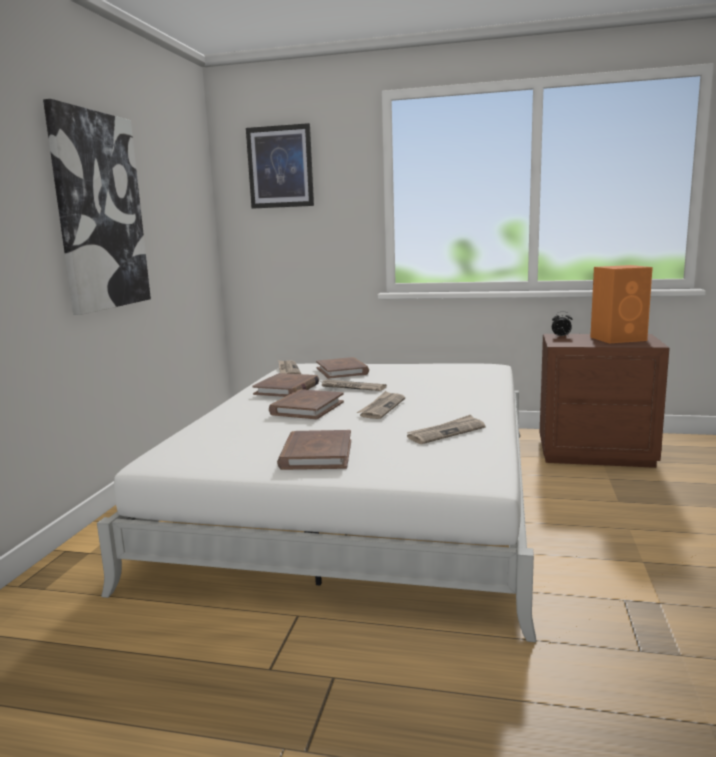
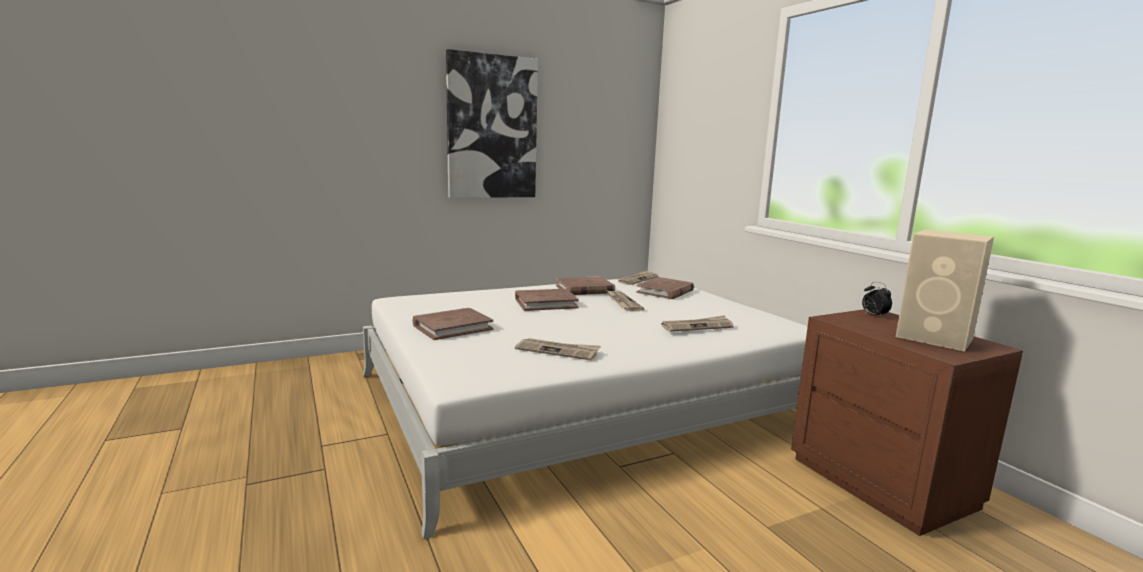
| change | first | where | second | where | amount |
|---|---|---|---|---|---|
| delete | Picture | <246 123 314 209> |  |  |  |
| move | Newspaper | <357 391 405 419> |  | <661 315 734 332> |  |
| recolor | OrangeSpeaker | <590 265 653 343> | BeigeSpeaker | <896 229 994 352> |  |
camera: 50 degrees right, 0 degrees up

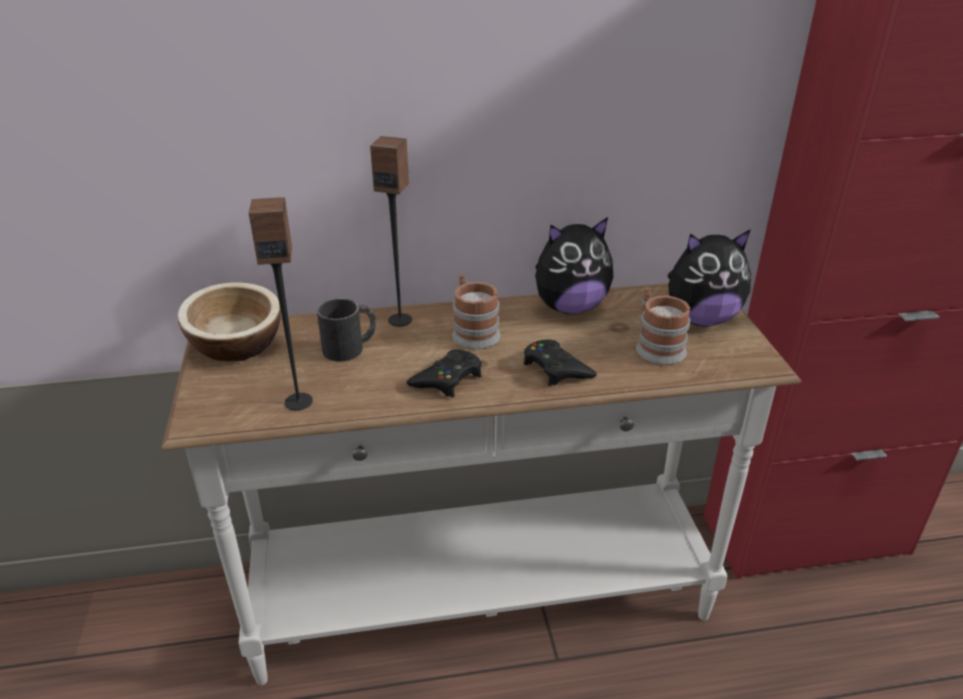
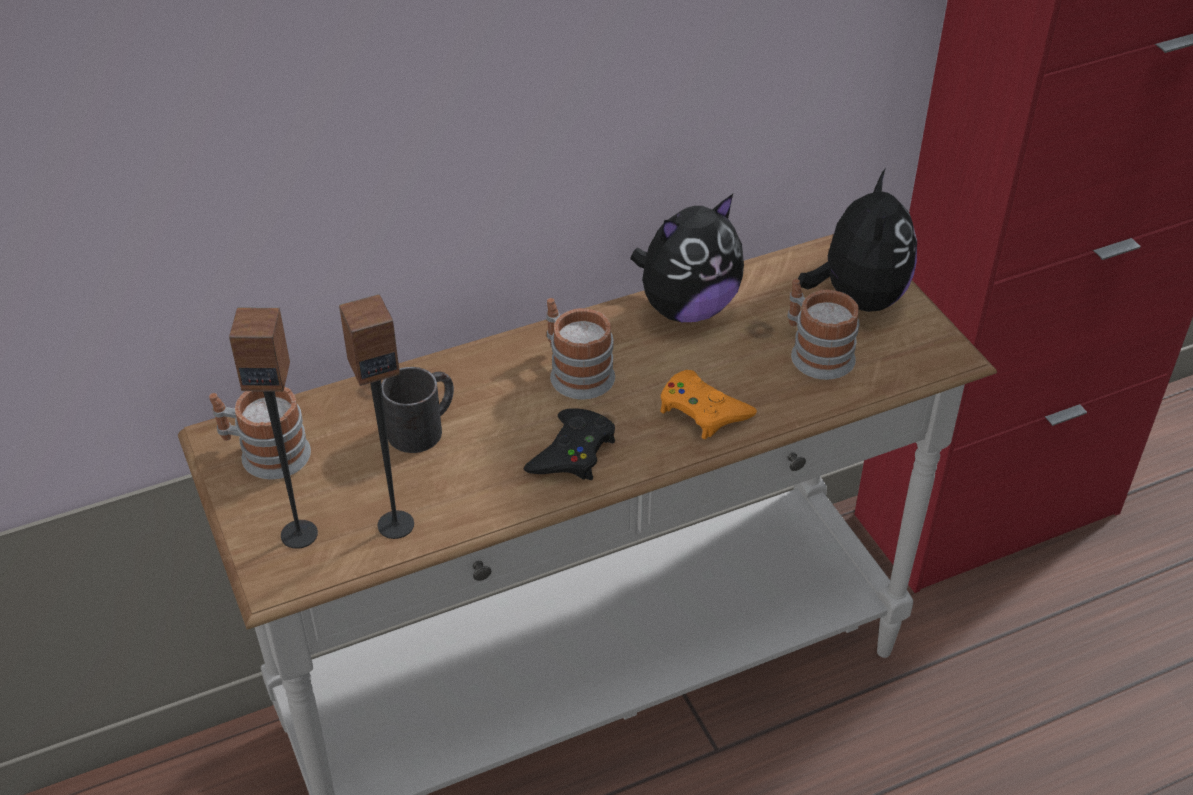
| change | first | where | second | where | amount |
|---|---|---|---|---|---|
| move | Speaker | <370 136 412 327> |  | <229 307 318 549> |  |
| replace | Bowl | <177 282 281 361> | Mug | <209 387 311 479> |  |
| recolor | BlackGameController | <523 339 597 386> | OrangeGameController | <660 370 757 439> |  |
| rotate | PlushToy | <667 229 751 326> |  | <798 168 917 312> | 60 degrees counterclockwise |
camera: 15 degrees left, 10 degrees up

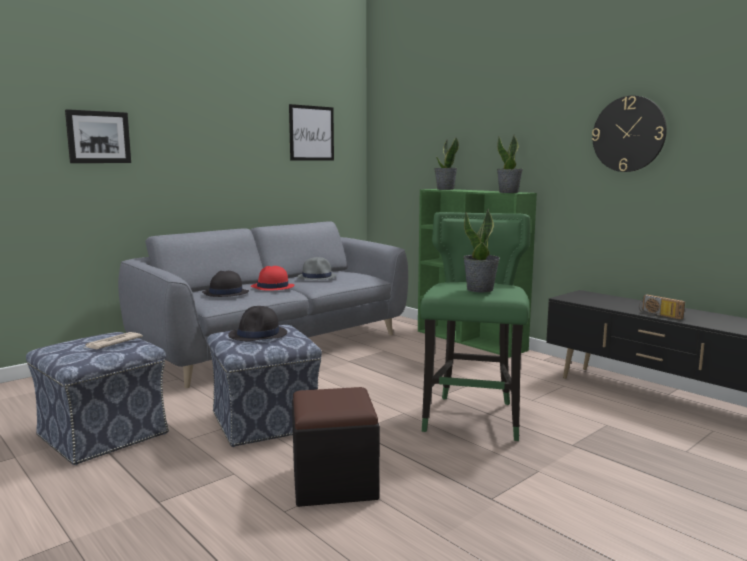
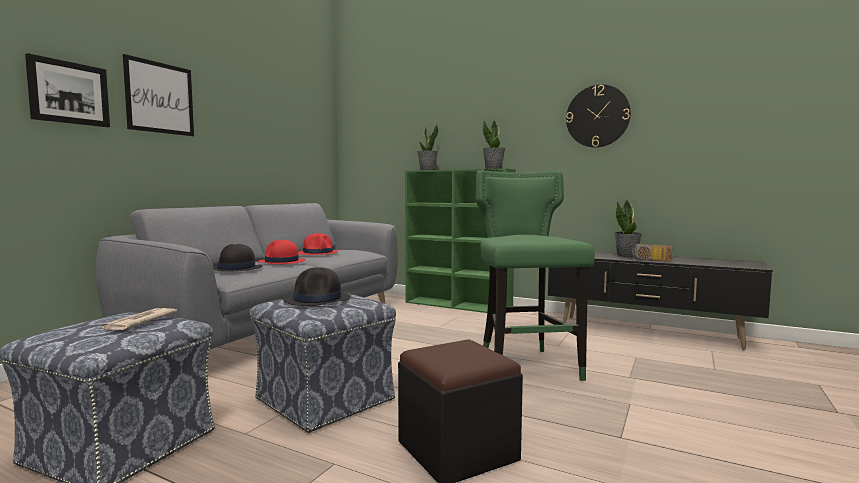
| change | first | where | second | where | amount |
|---|---|---|---|---|---|
| move | Picture | <289 104 334 161> |  | <123 54 194 136> |  |
| move | PottedPlant | <463 209 500 292> |  | <614 199 642 257> |  |
| recolor | GreyHat | <297 257 337 280> | RedHat | <298 233 339 255> |  |
camera: 20 degrees left, 5 degrees down

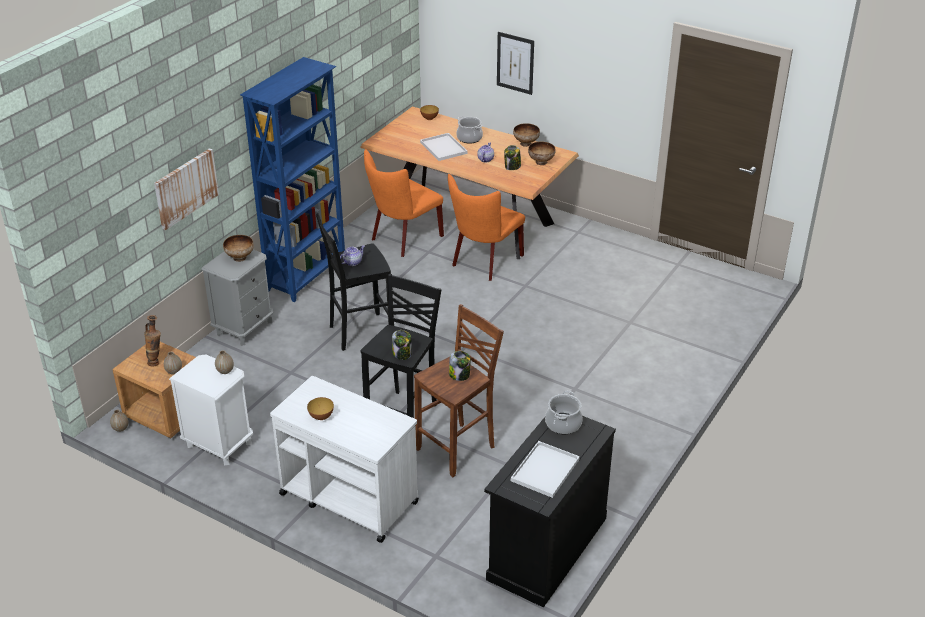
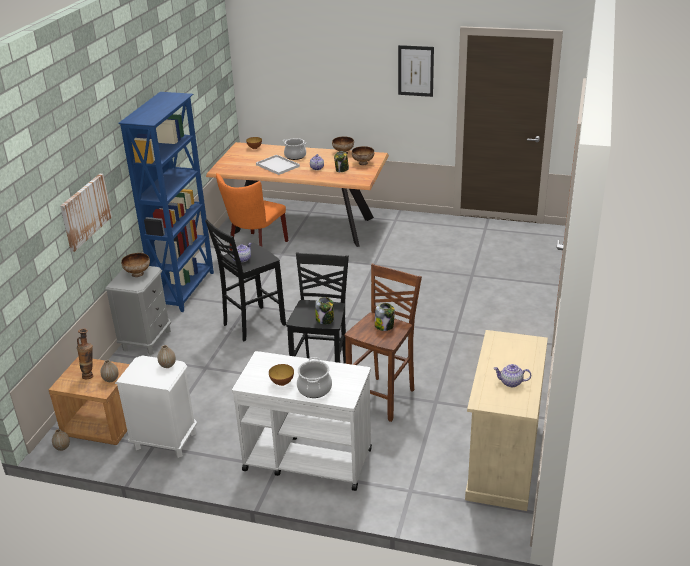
| change | first | where | second | where | amount |
|---|---|---|---|---|---|
| delete | OrangeChair | <448 174 525 281> |  |  |  |
| move | Picture | <497 32 534 95> |  | <398 45 434 97> |  |
| move | CookingPot | <545 391 583 434> |  | <297 357 332 398> |  |
| replace | WhiteTray | <511 441 580 498> | Teapot | <493 364 531 387> |  |
| recolor | BlackCabinet | <484 416 616 608> | BeigeCabinet | <465 330 548 511> |  |
camera: 15 degrees left, 5 degrees down

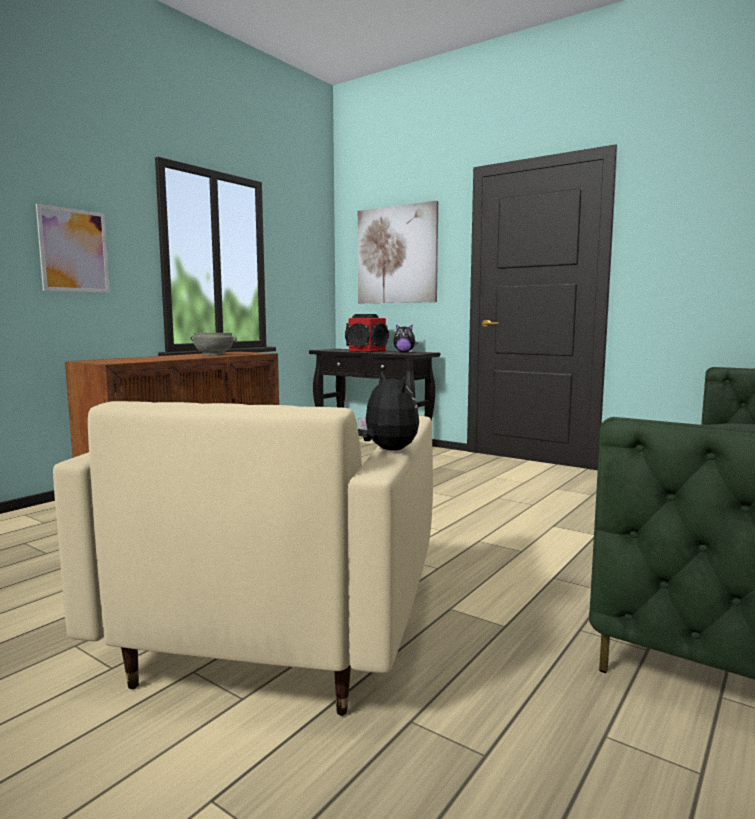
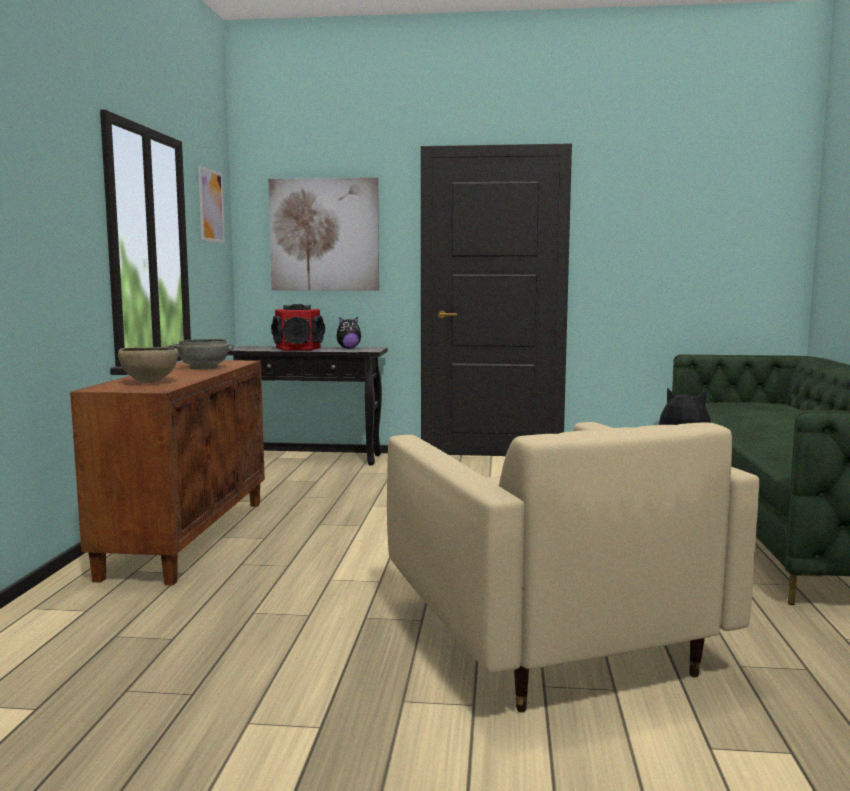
| change | first | where | second | where | amount |
|---|---|---|---|---|---|
| insert |  |  | BrownBowl | <118 347 178 383> |  |
| move | Picture | <36 204 110 293> |  | <198 166 225 243> |  |
camera: 30 degrees left, 0 degrees up

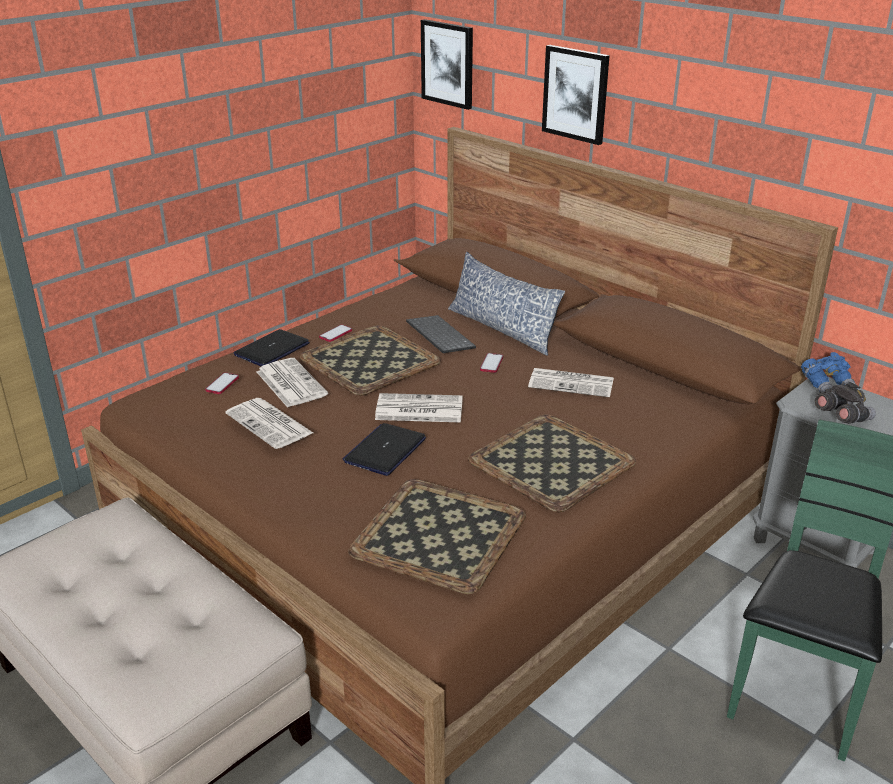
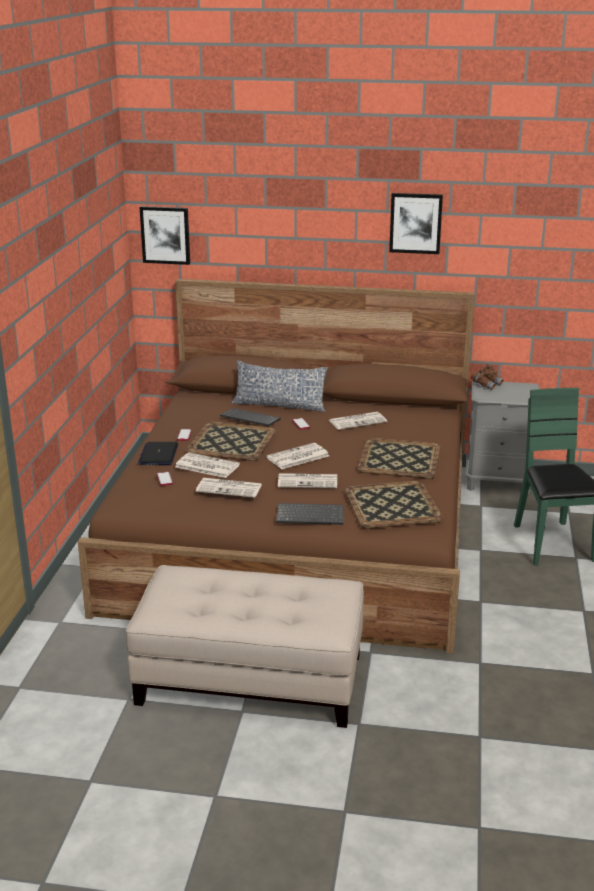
| change | first | where | second | where | amount |
|---|---|---|---|---|---|
| delete | GreyBinoculars | <815 382 876 424> |  |  |  |
| insert |  |  | Keyboard | <276 503 344 525> |  |
| move | Picture | <542 45 610 145> |  | <389 193 443 254> |  |
| replace | Laptop | <343 423 426 476> | Newspaper | <278 473 337 488> |  |
| recolor | BlueBinoculars | <801 352 858 393> | BrownBinoculars | <471 364 503 390> |  |
camera: 35 degrees left, 5 degrees down

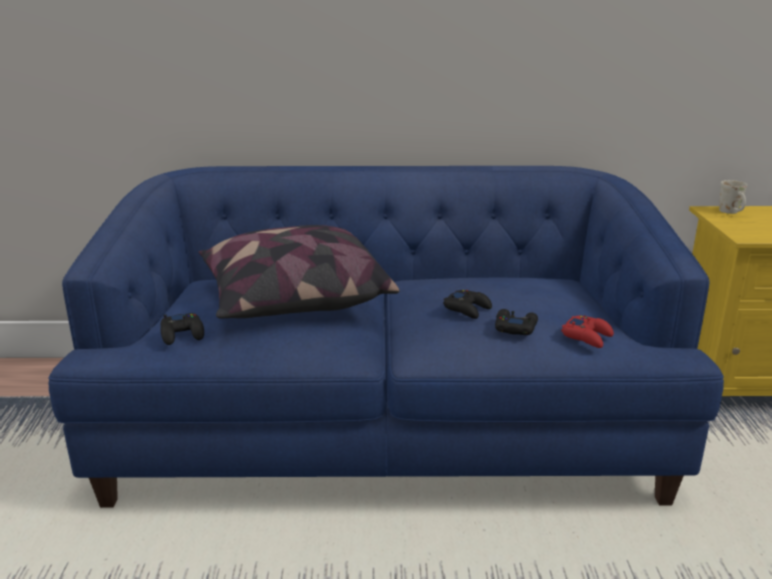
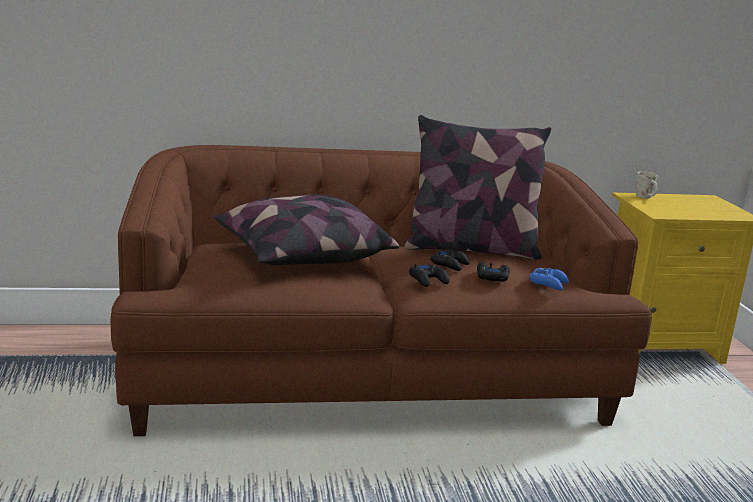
| change | first | where | second | where | amount |
|---|---|---|---|---|---|
| insert |  |  | Pillow | <404 115 551 260> |  |
| move | BlackGameController | <160 313 204 345> |  | <409 264 450 287> |  |
| recolor | BlueSofa | <48 166 724 508> | BrownSofa | <110 145 652 436> |  |
| recolor | RedGameController | <561 316 614 348> | BlueGameController | <529 268 569 290> |  |
camera: 10 degrees left, 5 degrees down

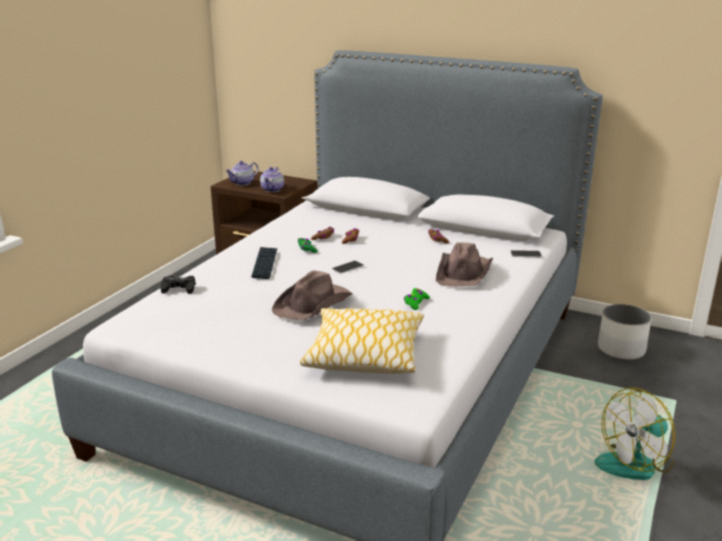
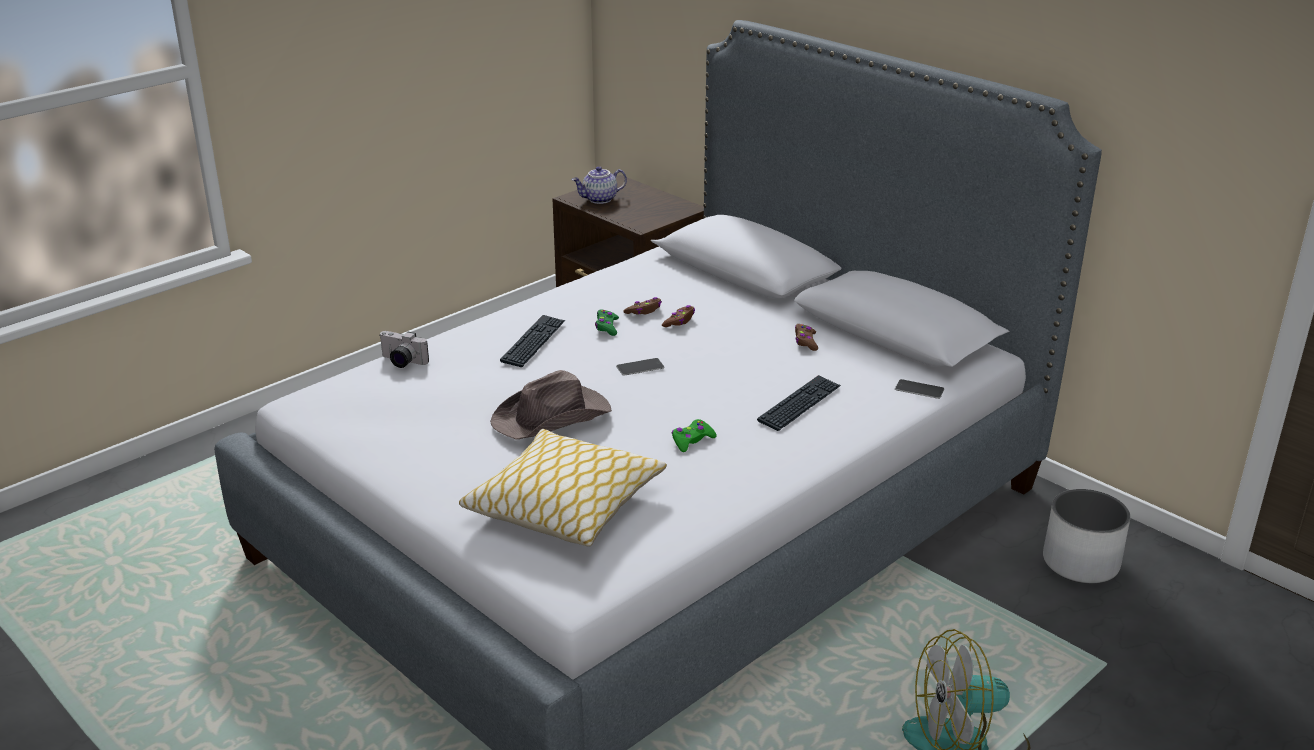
| change | first | where | second | where | amount |
|---|---|---|---|---|---|
| delete | Teapot | <260 167 284 192> |  |  |  |
| replace | BlackGameController | <160 275 196 294> | PhotoCamera | <380 331 429 368> |  |
| replace | BrownHat | <436 242 493 286> | Keyboard | <757 375 841 431> |  |
camera: 20 degrees right, 5 degrees up

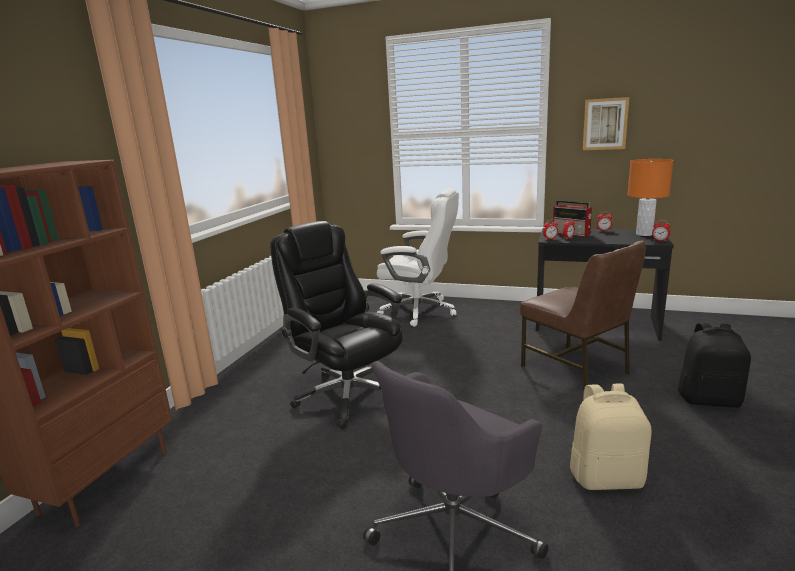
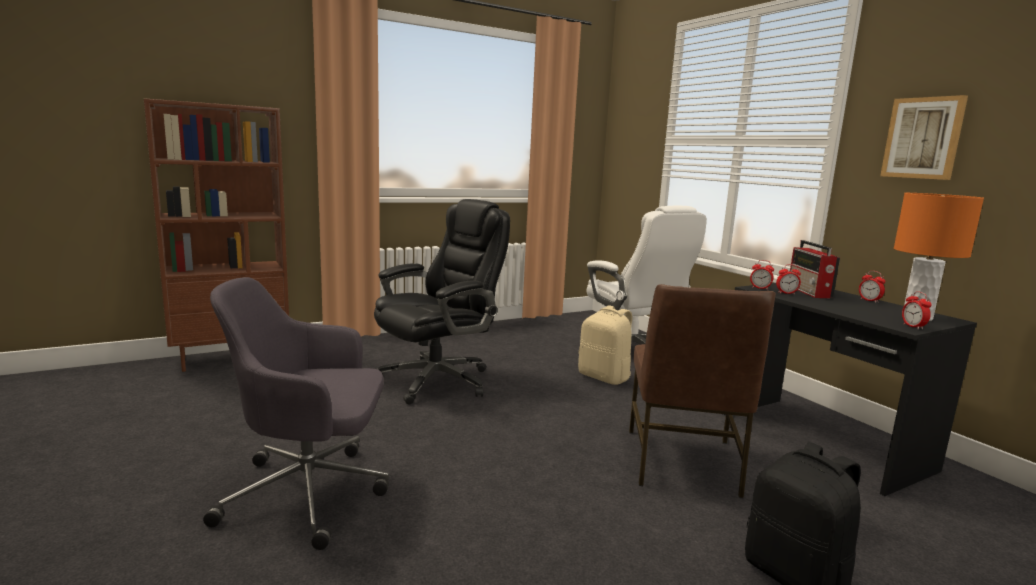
| change | first | where | second | where | amount |
|---|---|---|---|---|---|
| move | BeigeBackpack | <570 383 652 490> |  | <578 305 632 385> |  |
| rotate | BlackOfficeChair | <270 221 403 429> |  | <374 199 510 404> | 45 degrees clockwise |
camera: 40 degrees right, 5 degrees down

